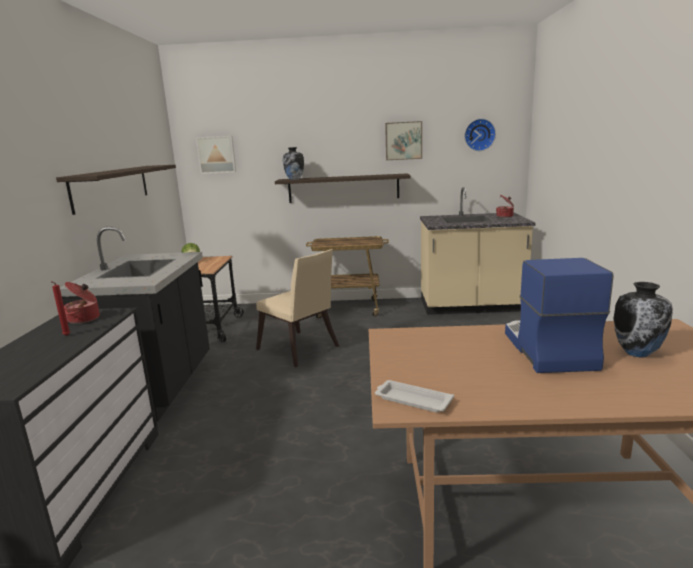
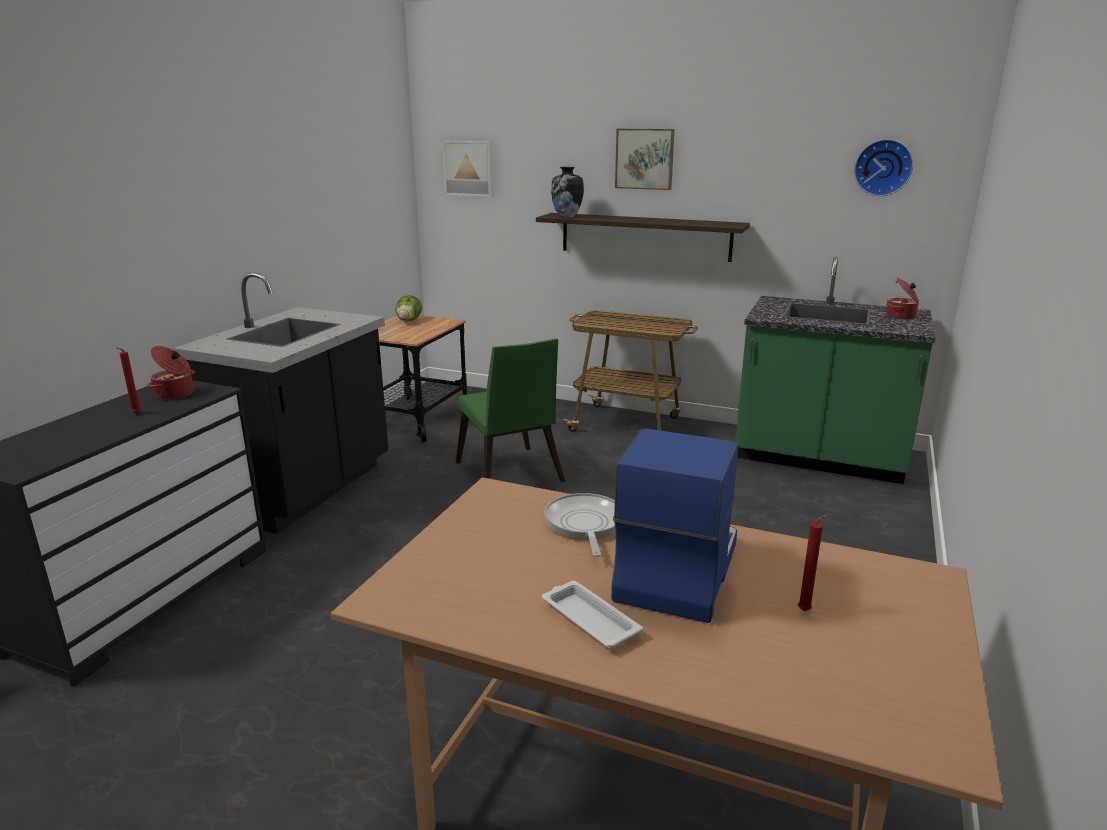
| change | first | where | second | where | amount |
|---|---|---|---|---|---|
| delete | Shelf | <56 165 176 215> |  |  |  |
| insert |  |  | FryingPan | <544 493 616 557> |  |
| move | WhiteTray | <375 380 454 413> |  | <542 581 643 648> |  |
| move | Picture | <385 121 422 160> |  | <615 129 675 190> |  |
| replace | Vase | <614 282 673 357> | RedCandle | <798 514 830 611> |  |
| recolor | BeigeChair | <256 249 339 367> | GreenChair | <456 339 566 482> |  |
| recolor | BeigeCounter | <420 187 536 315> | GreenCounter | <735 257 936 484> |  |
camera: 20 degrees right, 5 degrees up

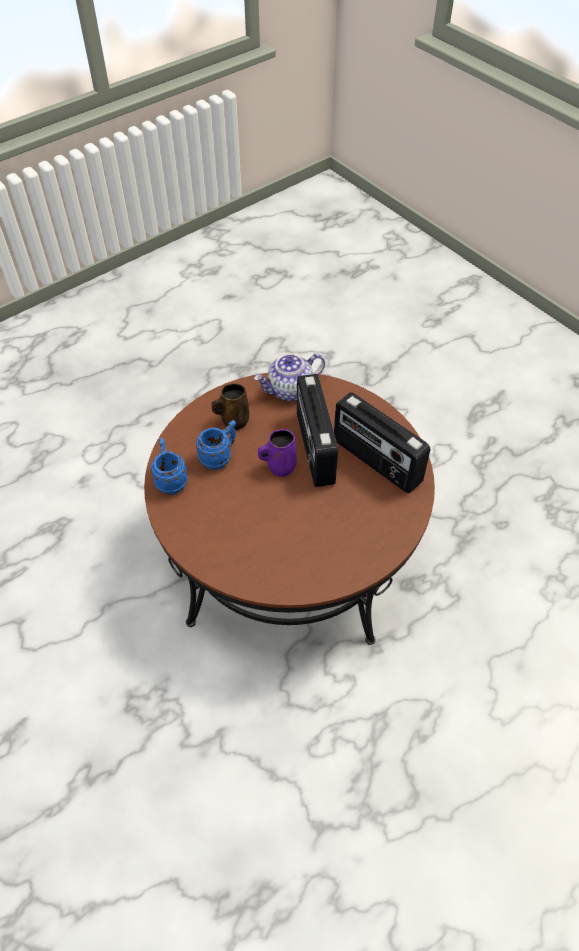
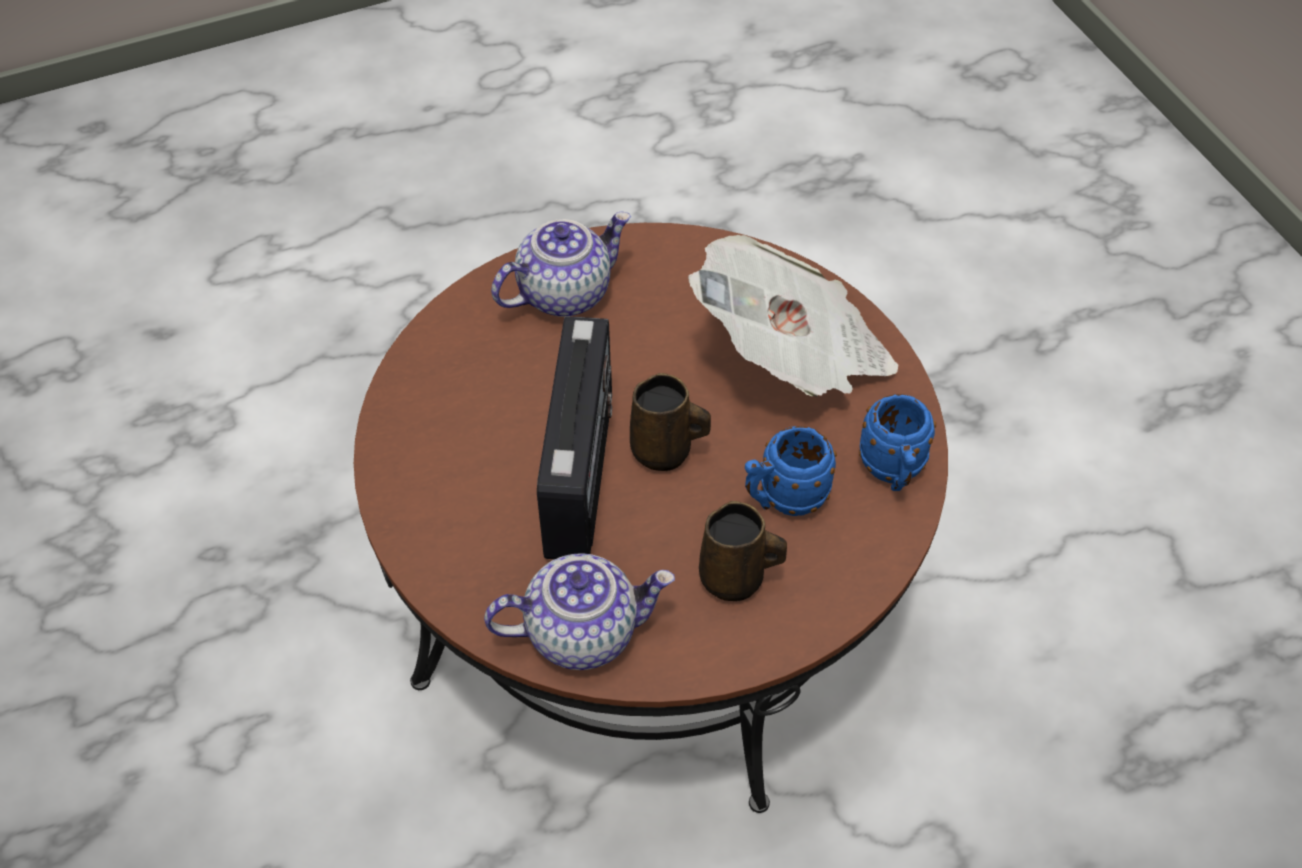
| change | first | where | second | where | amount |
|---|---|---|---|---|---|
| delete | Radio | <334 392 430 493> |  |  |  |
| insert |  |  | Teapot | <491 212 631 317> |  |
| insert |  |  | Newspaper | <688 235 898 398> |  |
| recolor | PurpleMug | <258 429 297 477> | BrownMug | <630 373 711 471> |  |
camera: 165 degrees left, 0 degrees up

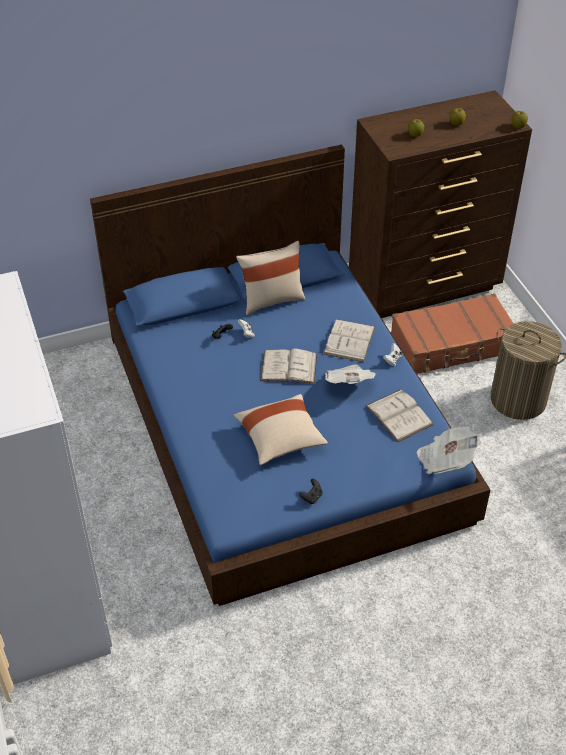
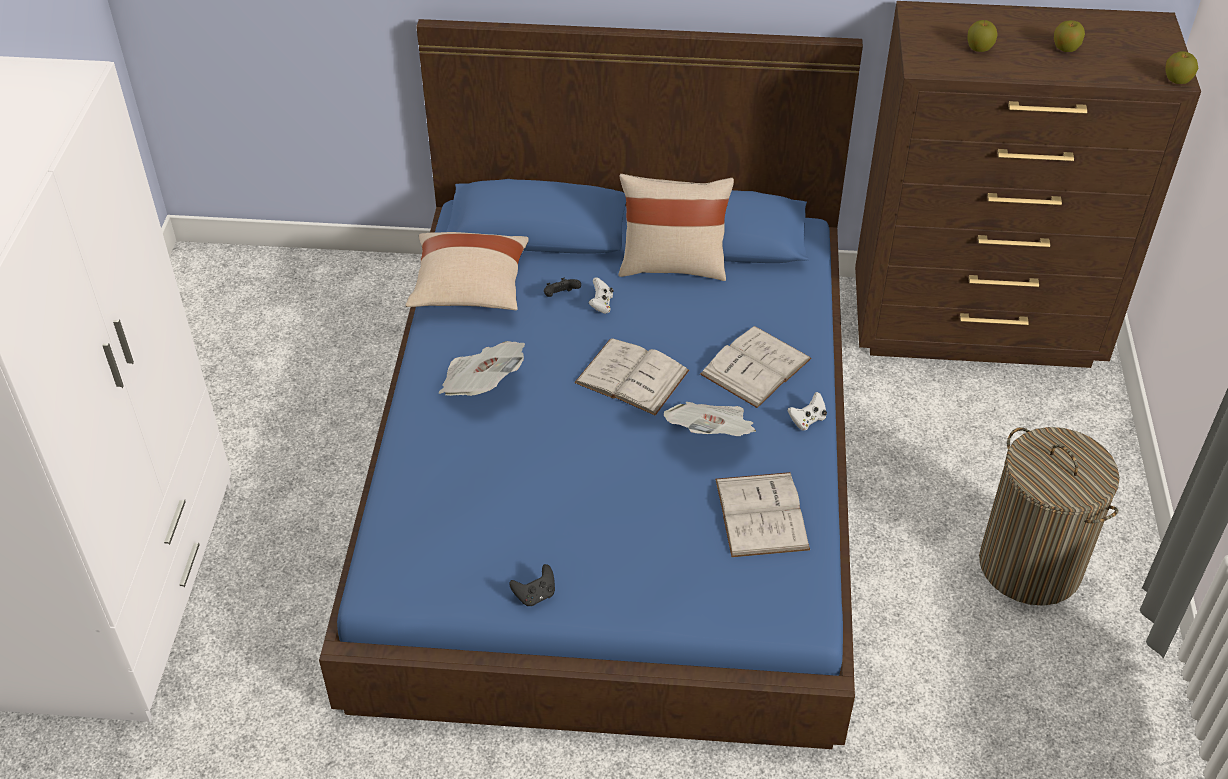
| change | first | where | second | where | amount |
|---|---|---|---|---|---|
| delete | BrownSuitcase | <391 293 514 374> |  |  |  |
| move | BeigePillow | <234 394 328 465> |  | <405 232 529 310> |  |
| move | Newspaper | <417 427 480 474> |  | <438 341 525 396> |  |
camera: 25 degrees right, 0 degrees up

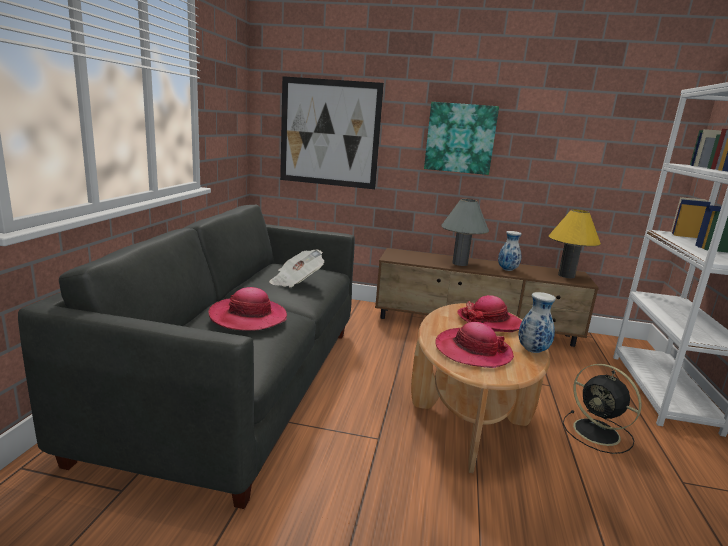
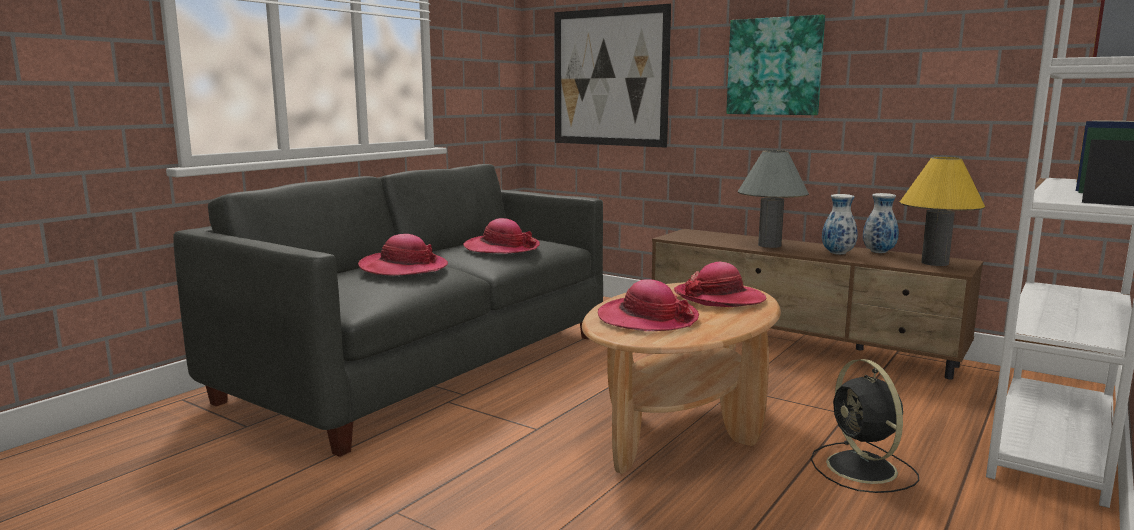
| change | first | where | second | where | amount |
|---|---|---|---|---|---|
| move | Vase | <518 292 556 353> |  | <863 193 899 253> |  |
| replace | Newspaper | <269 250 324 287> | Hat | <463 218 540 254> |  |
camera: 25 degrees right, 5 degrees down

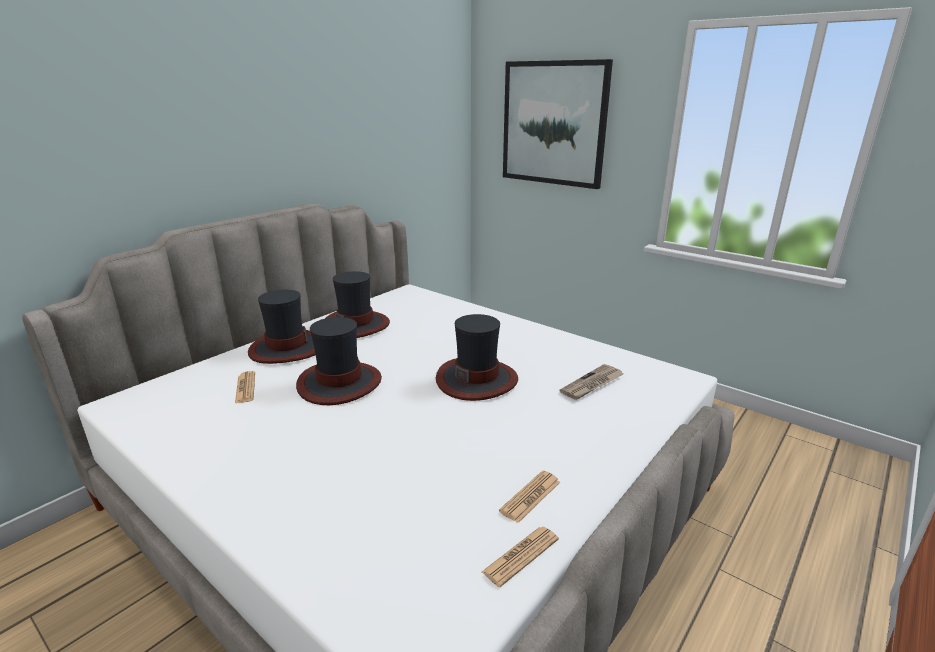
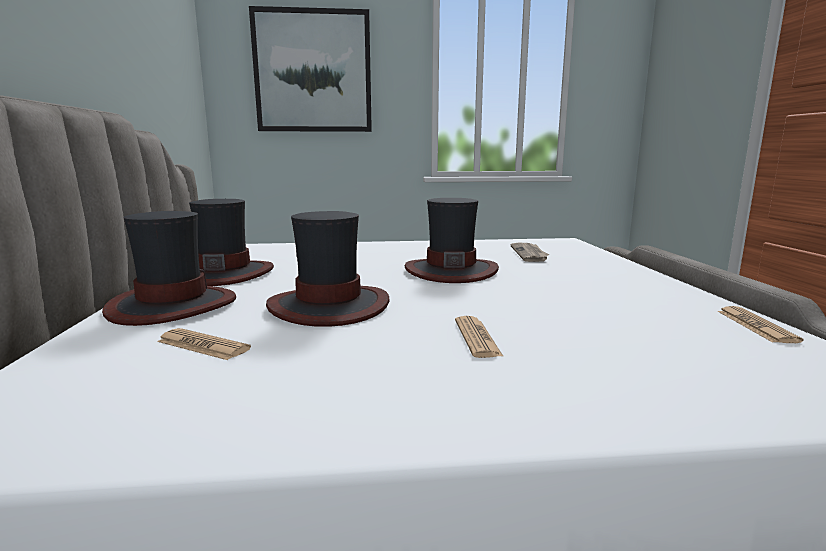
| change | first | where | second | where | amount |
|---|---|---|---|---|---|
| move | Newspaper | <499 471 560 523> |  | <455 316 504 358> |  |
camera: 45 degrees left, 10 degrees down

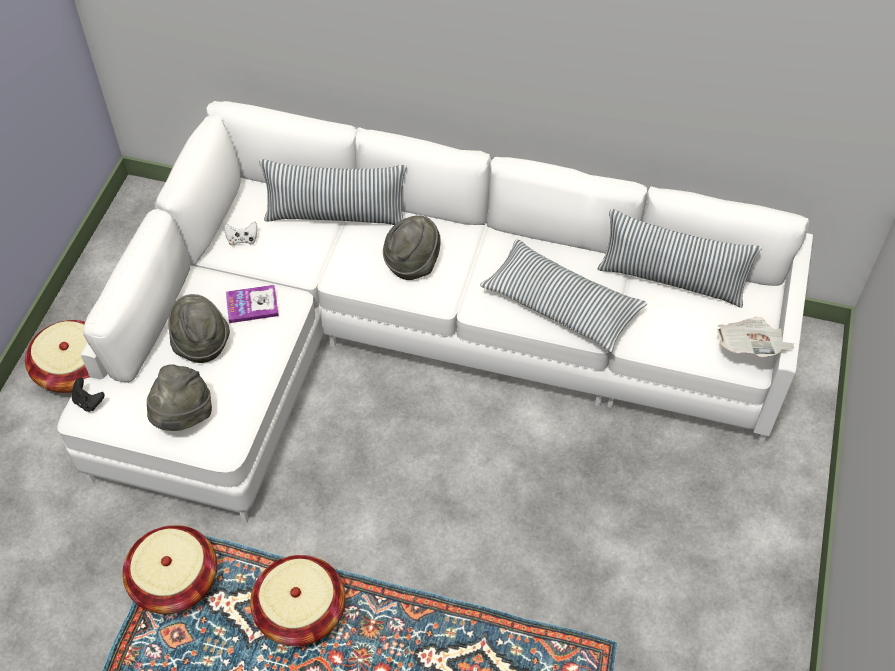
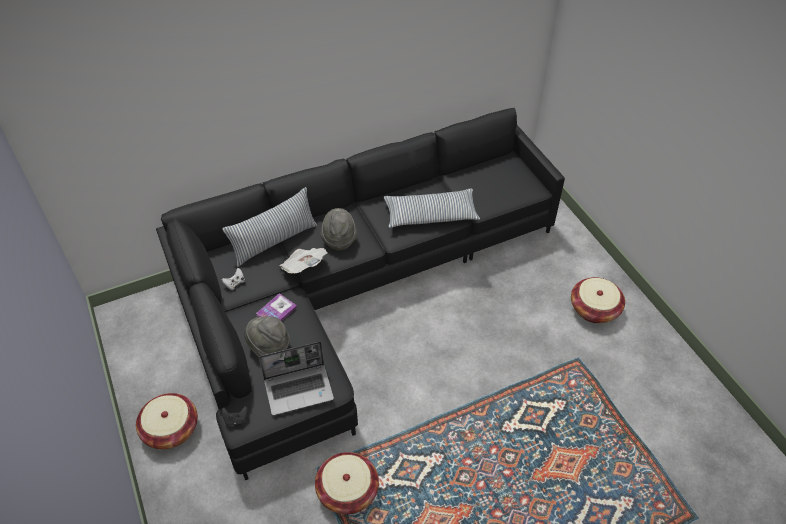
| change | first | where | second | where | amount |
|---|---|---|---|---|---|
| delete | Pillow | <598 209 762 308> |  |  |  |
| move | Basket | <250 555 346 646> |  | <571 277 625 323> |  |
| move | Newspaper | <717 317 795 357> |  | <280 248 328 273> |  |
| replace | GreyHat | <147 364 212 431> | Laptop | <259 341 334 415> |  |
| recolor | WhiteSofa | <57 101 813 523> | BlackSofa | <156 108 565 480> |  |
camera: 40 degrees left, 5 degrees down

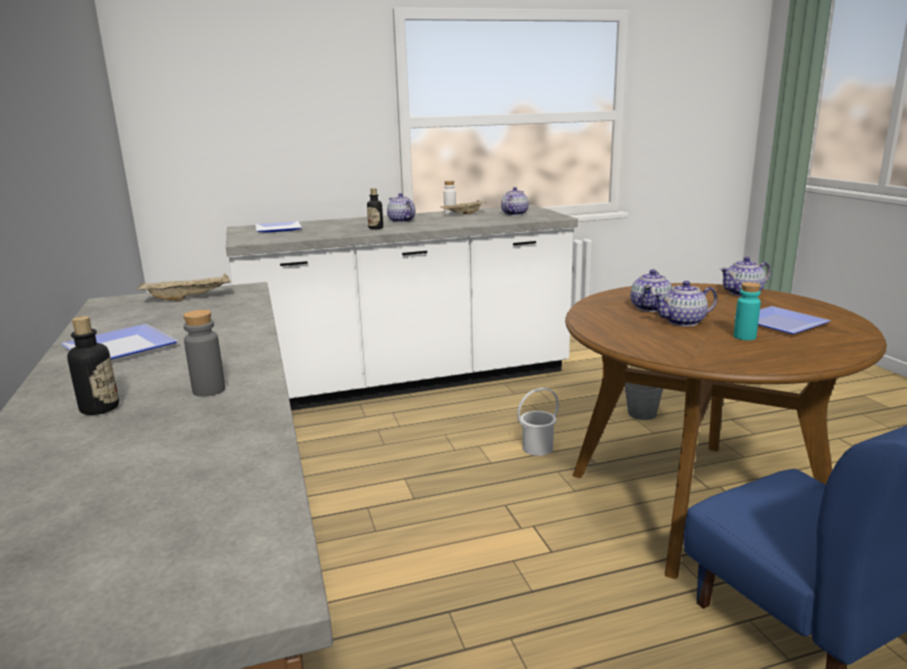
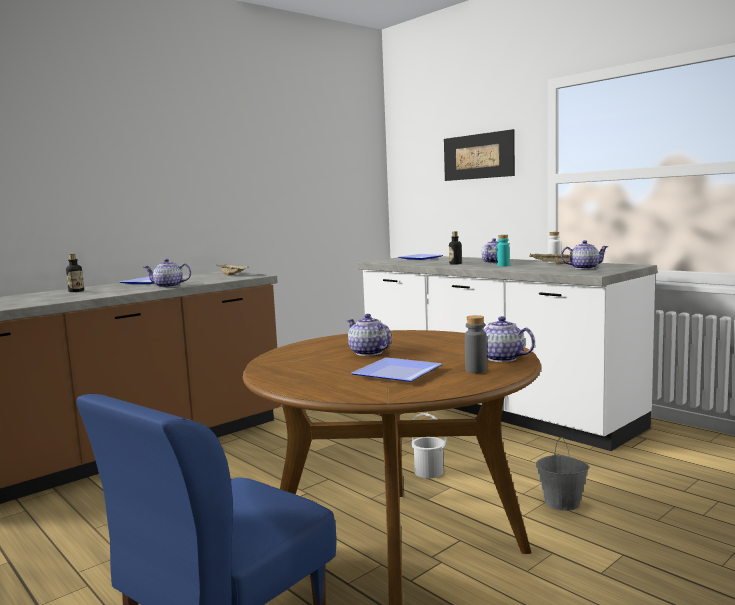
| change | first | where | second | where | amount |
|---|---|---|---|---|---|
| insert |  |  | Picture | <444 129 515 181> |  |
| move | GreyBottle | <183 310 225 396> |  | <465 315 487 373> |  |
| move | Teapot | <630 269 672 312> |  | <144 259 191 288> |  |
| move | TurquoiseBottle | <734 282 761 340> |  | <497 235 510 267> |  |
camera: 65 degrees right, 10 degrees down

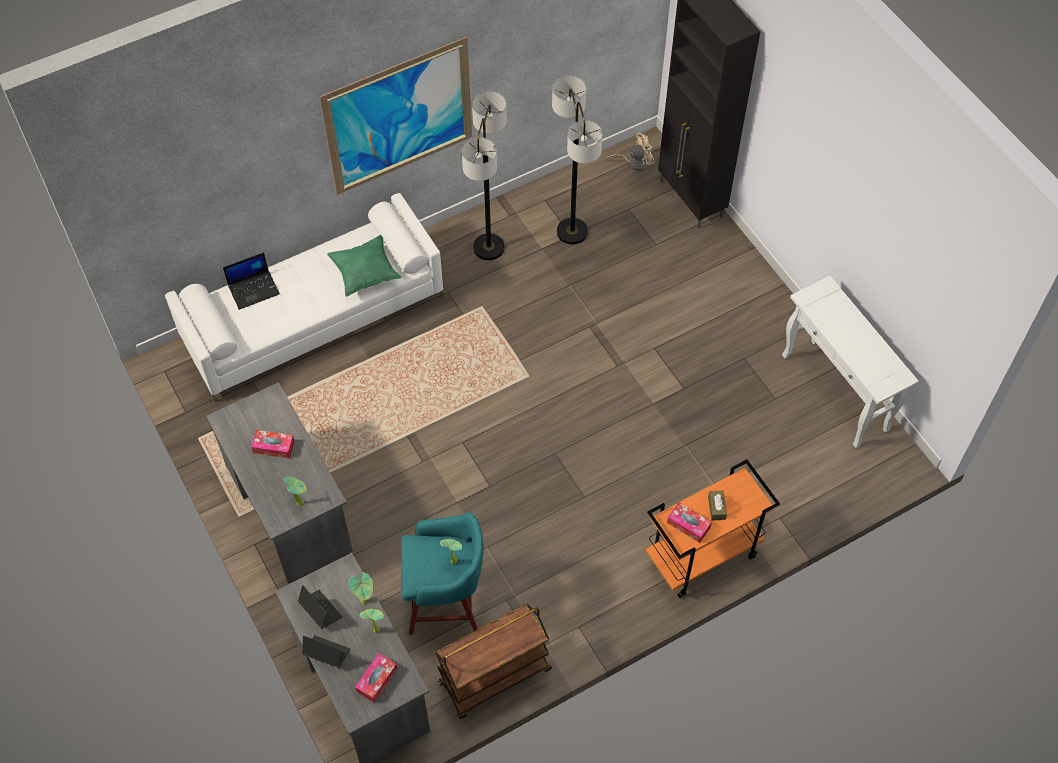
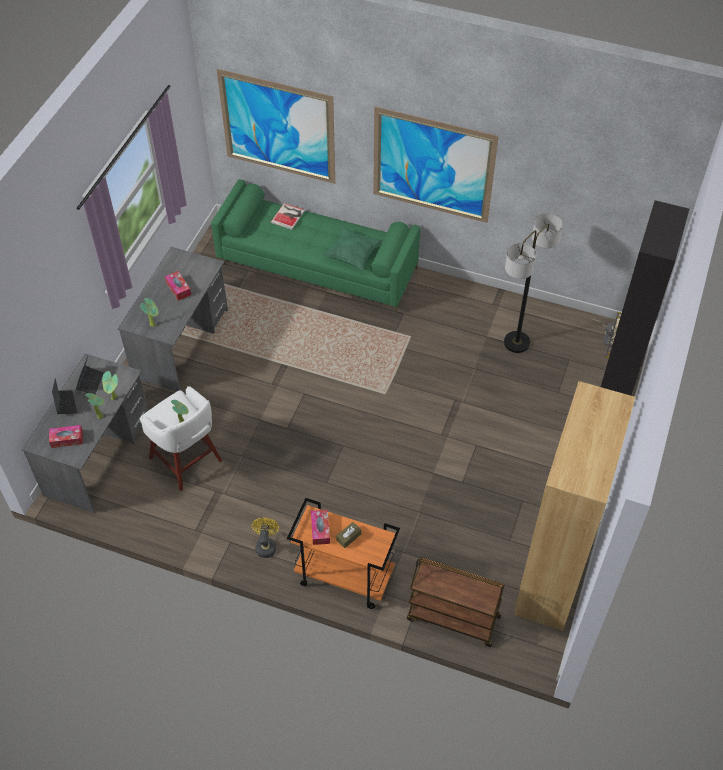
| change | first | where | second | where | amount |
|---|---|---|---|---|---|
| delete | FloorLamp | <462 91 507 260> |  |  |  |
| insert |  |  | Picture | <217 69 335 184> |  |
| insert |  |  | YellowFan | <252 518 279 558> |  |
| move | BrownCart | <435 604 552 719> |  | <407 558 505 647> |  |
| replace | Laptop | <223 252 280 310> | Book | <270 203 305 230> |  |
| replace | WhiteConsoleTable | <782 276 919 449> | BrownBookcase | <513 381 635 631> |  |
| recolor | WhiteSofa | <165 193 443 402> | GreenSofa | <211 179 420 314> |  |
| recolor | TurquoiseStool | <401 512 484 635> | WhiteStool | <140 386 222 491> |  |
camera: 50 degrees right, 5 degrees down

